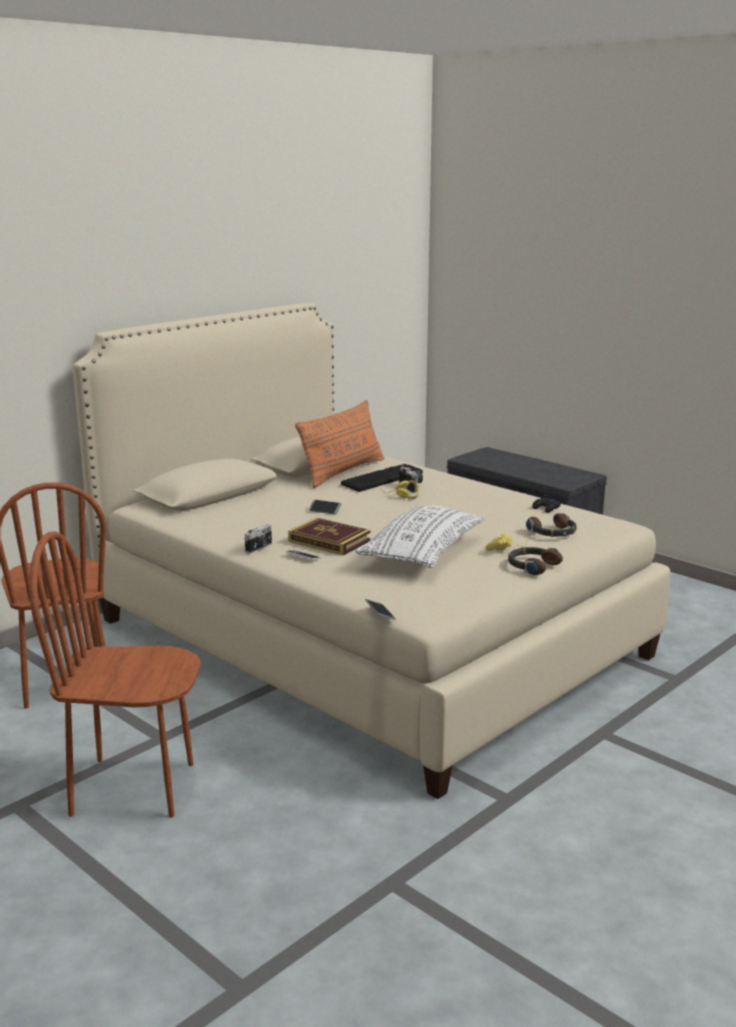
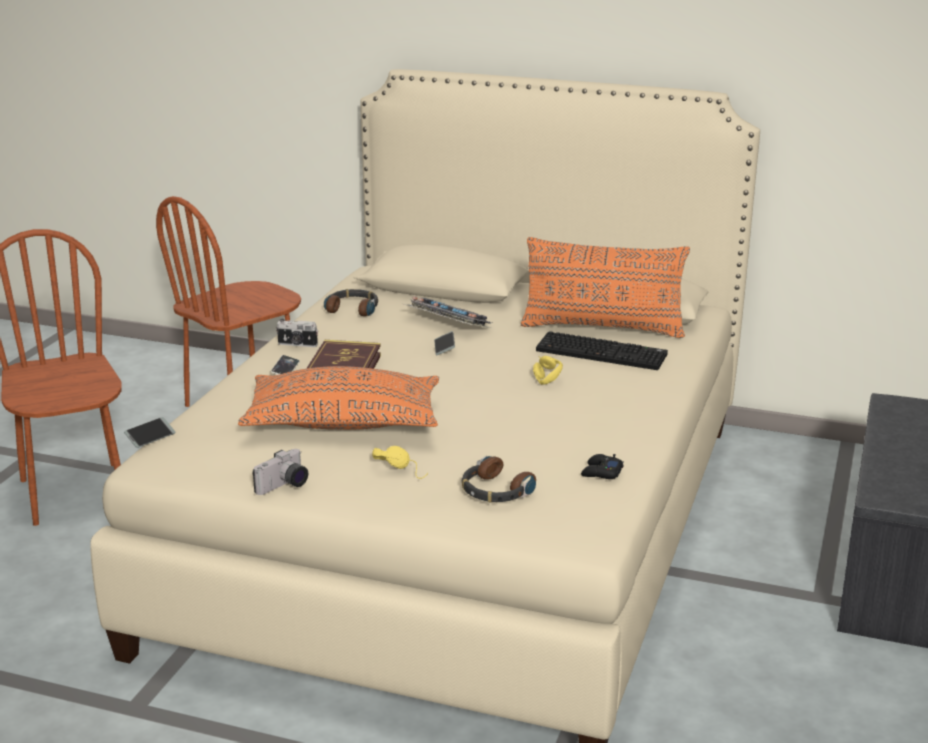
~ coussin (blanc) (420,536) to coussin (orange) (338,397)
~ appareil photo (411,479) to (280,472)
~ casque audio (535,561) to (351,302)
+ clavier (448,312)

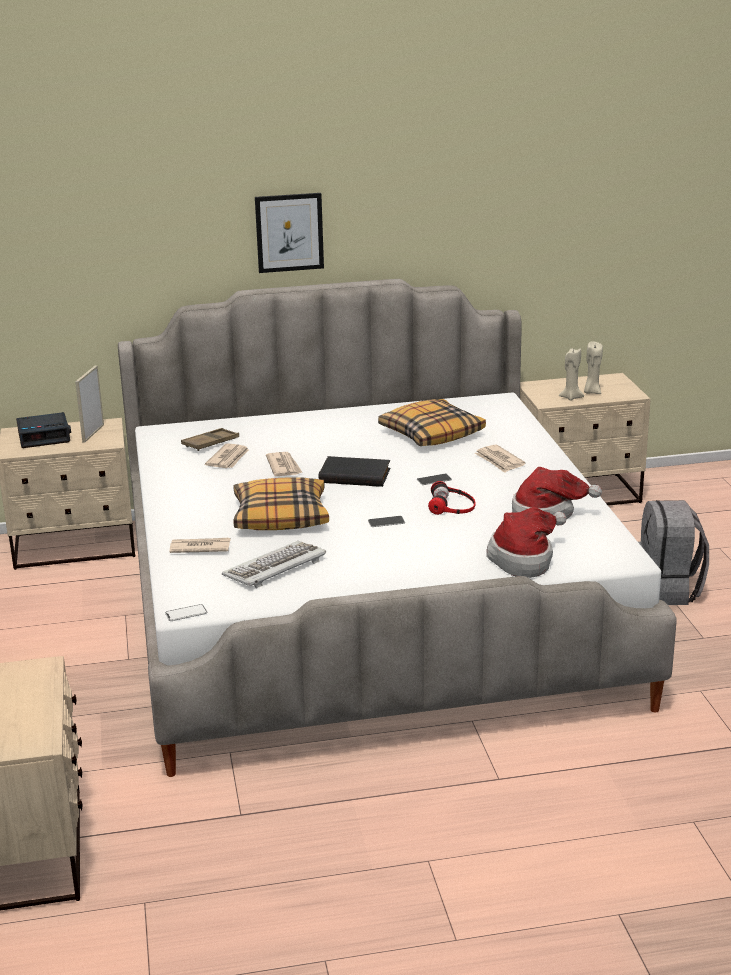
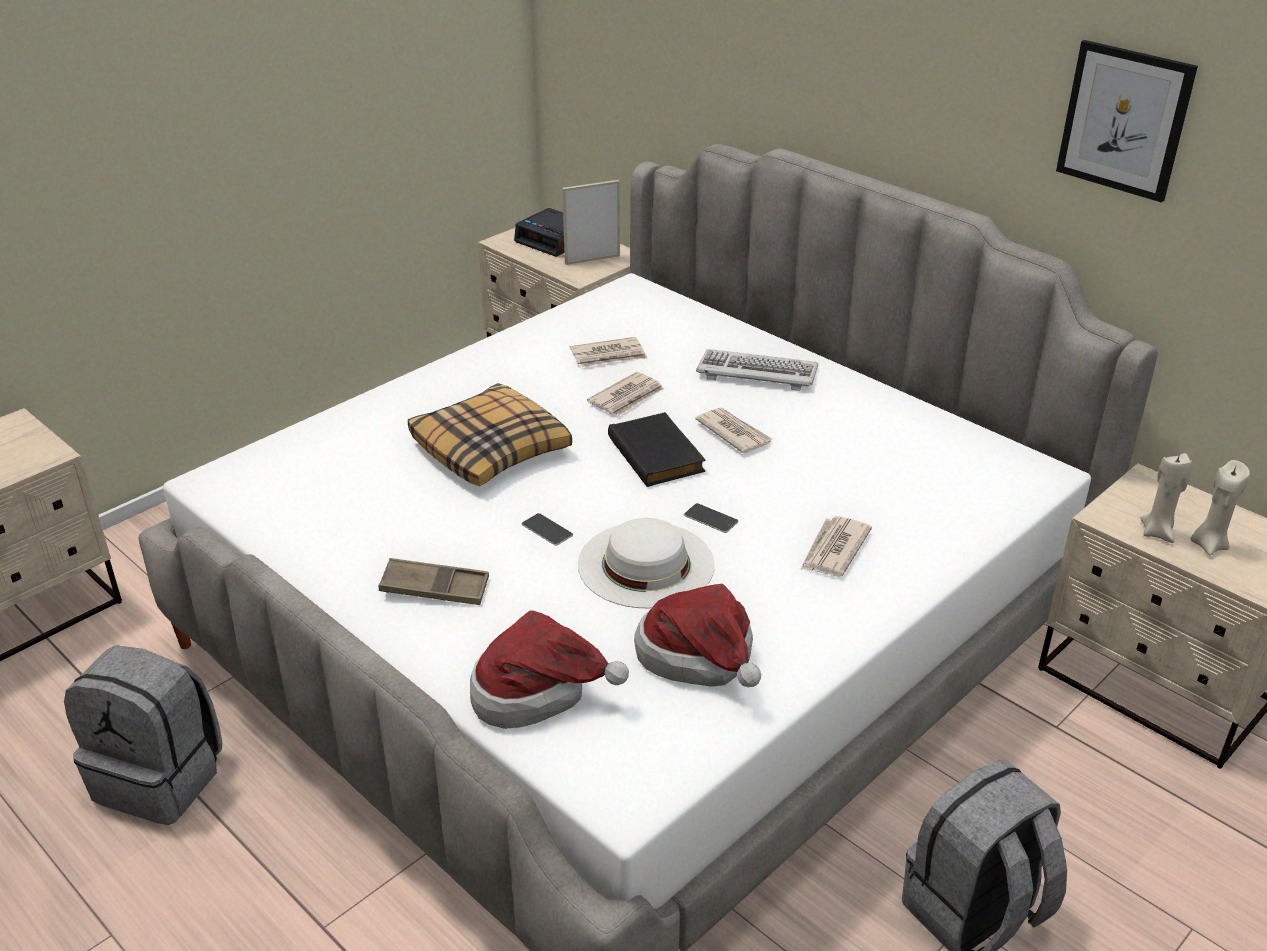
- téléphone (186,612)
~ journal (200,545) to (734,430)
~ plateau (marron) (210,439) to (434,581)
~ clavier (274,564) to (757,370)
~ tableau (289,233) to (1127,121)
- coussin (432,422)
~ casque audio (452,498) to chapeau (blanc) (646,563)
+ sac à dos (gris) (143,735)

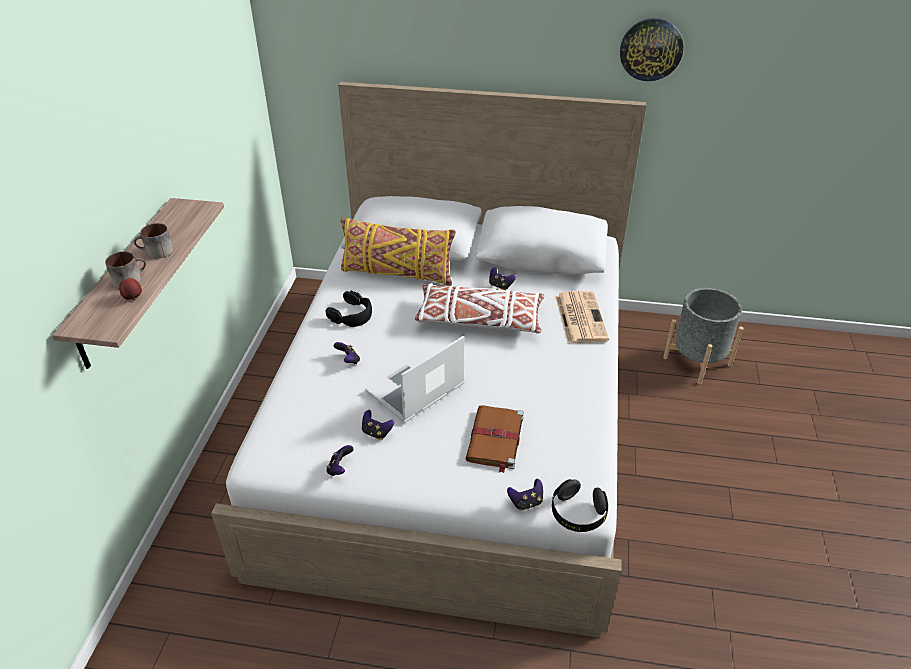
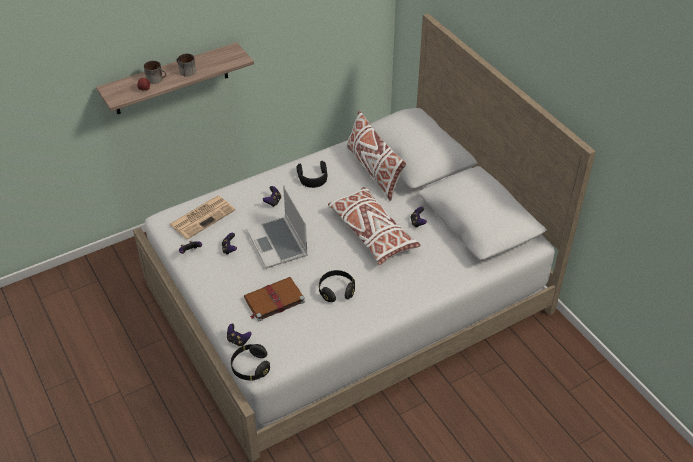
~ coussin (jaune) (398,251) to coussin (blanc) (376,155)
~ ordinateur portable (415,379) = (277,227) 120 degrees counterclockwise
~ journal (582,317) to (202,217)
- horloge murale (651,49)
- cache-pot (gris) (703,336)
+ casque audio (noir) (337,286)

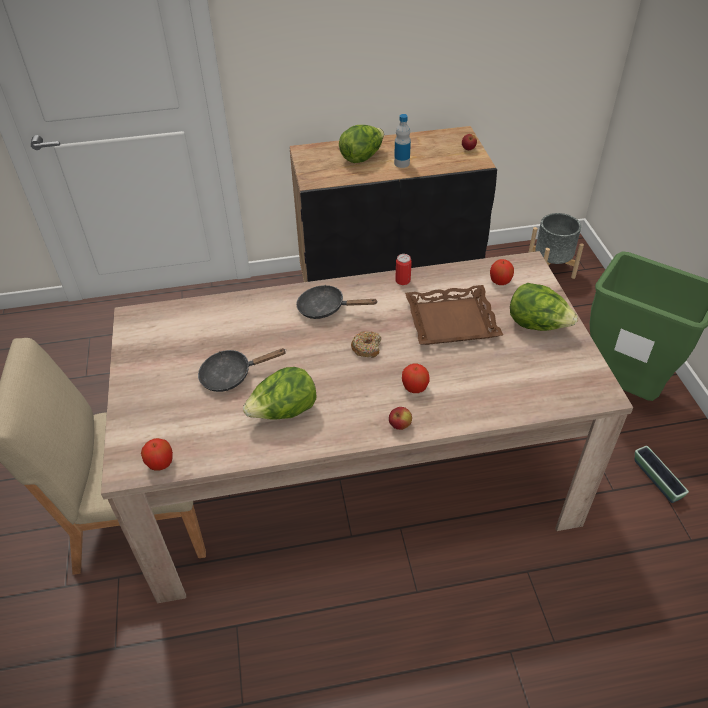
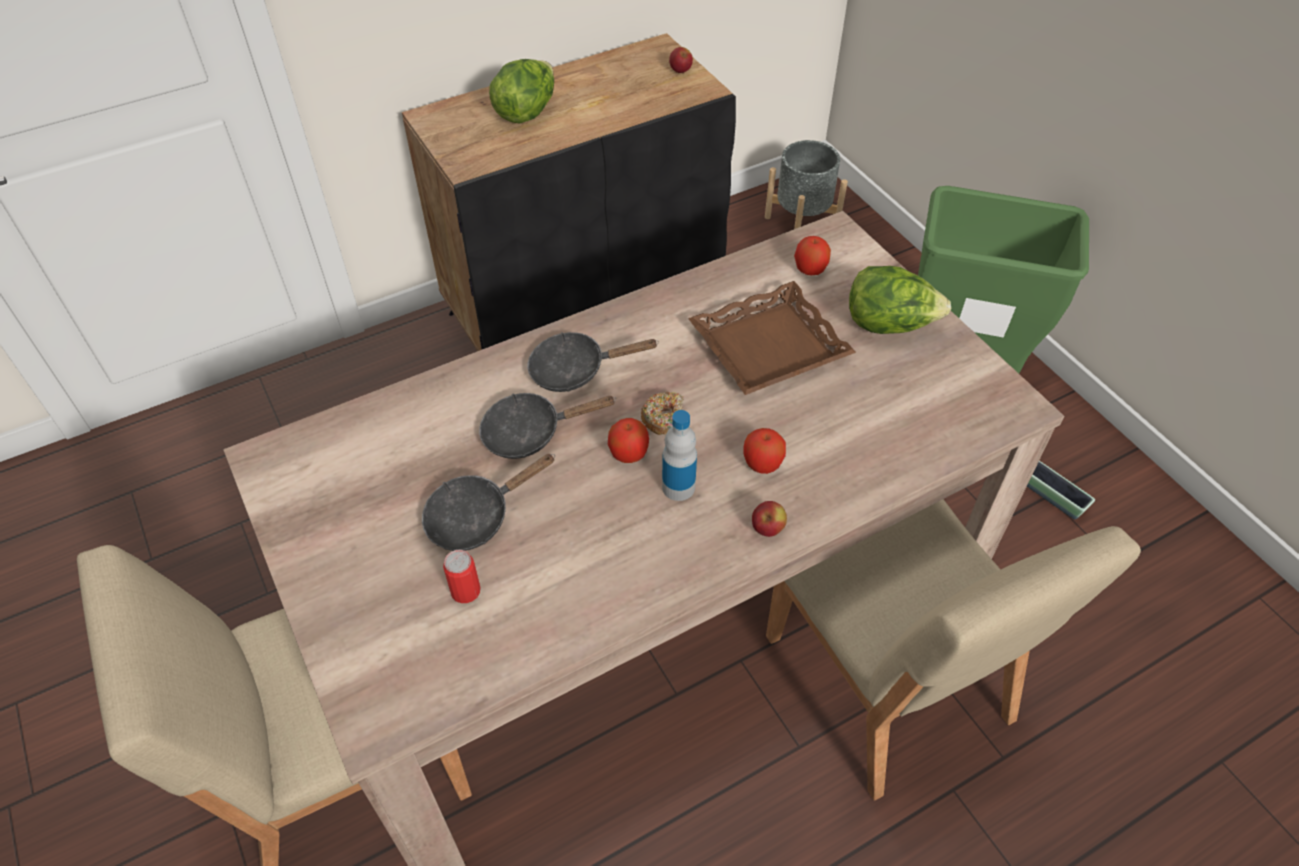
~ pomme (157,454) to (628,440)
- laitue (279,393)
~ bouteille (402,141) to (679,455)
~ boîte métallique (403,269) to (462,576)
+ poêle (noir) (547,426)
+ chaise (beige) (953,650)

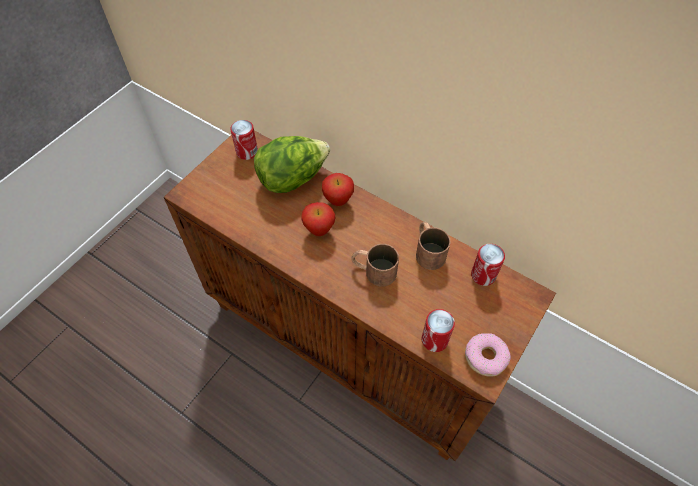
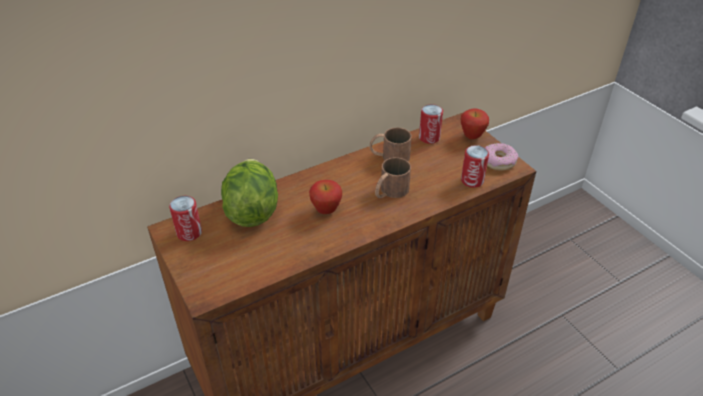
~ pomme (338,189) to (475,124)

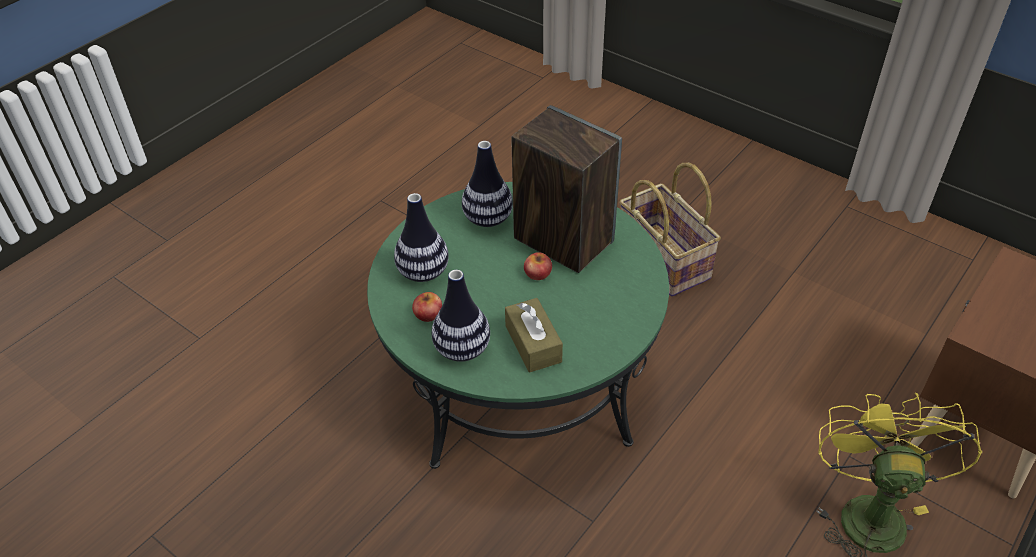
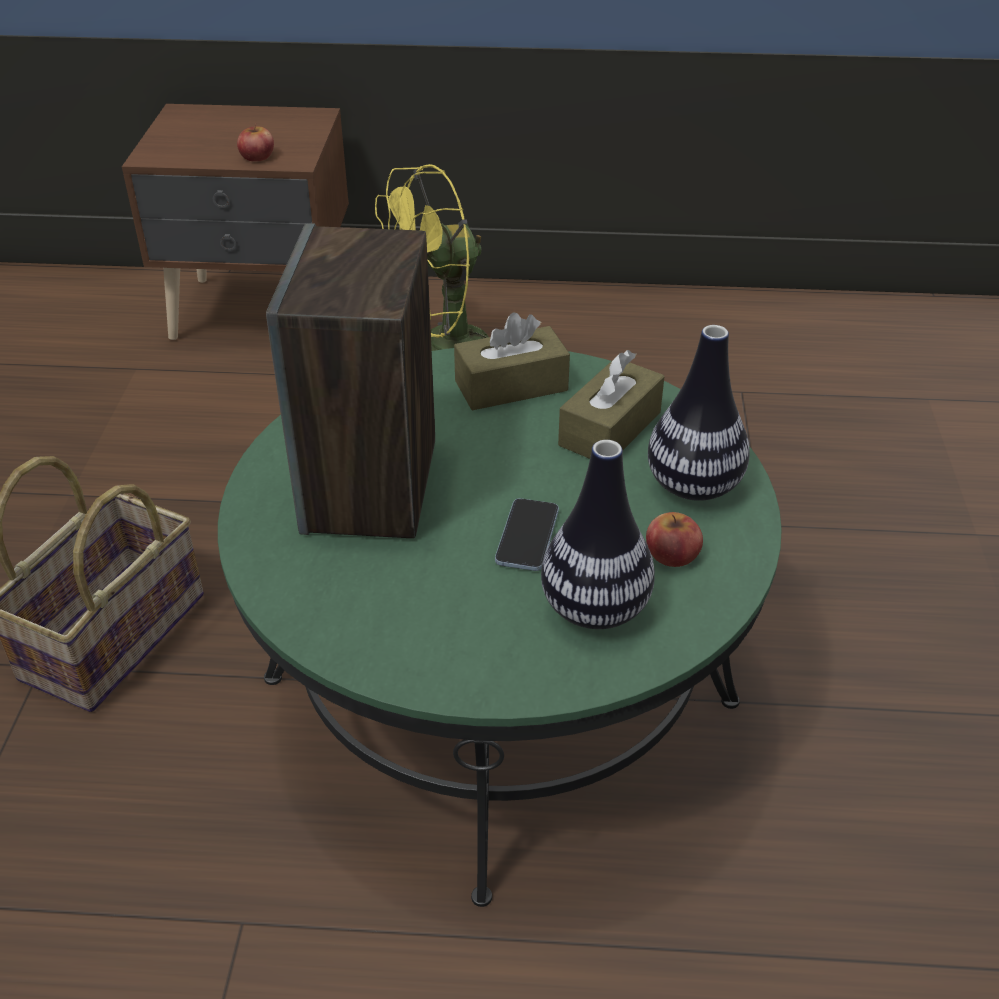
- vase (487,184)
~ pomme (538,266) to (255,143)
+ boîte à mouchoirs (marron) (512,361)
+ téléphone (527,534)

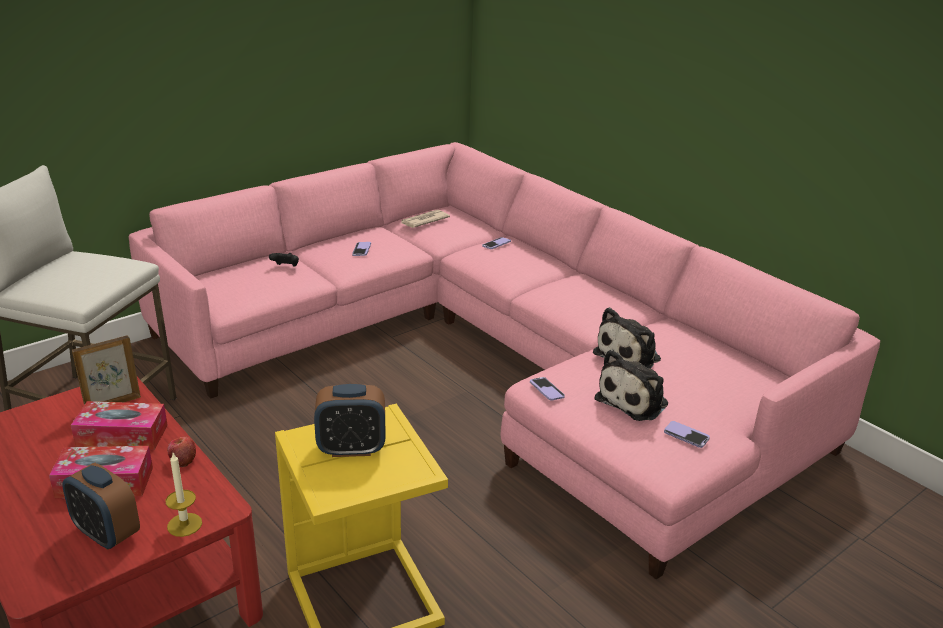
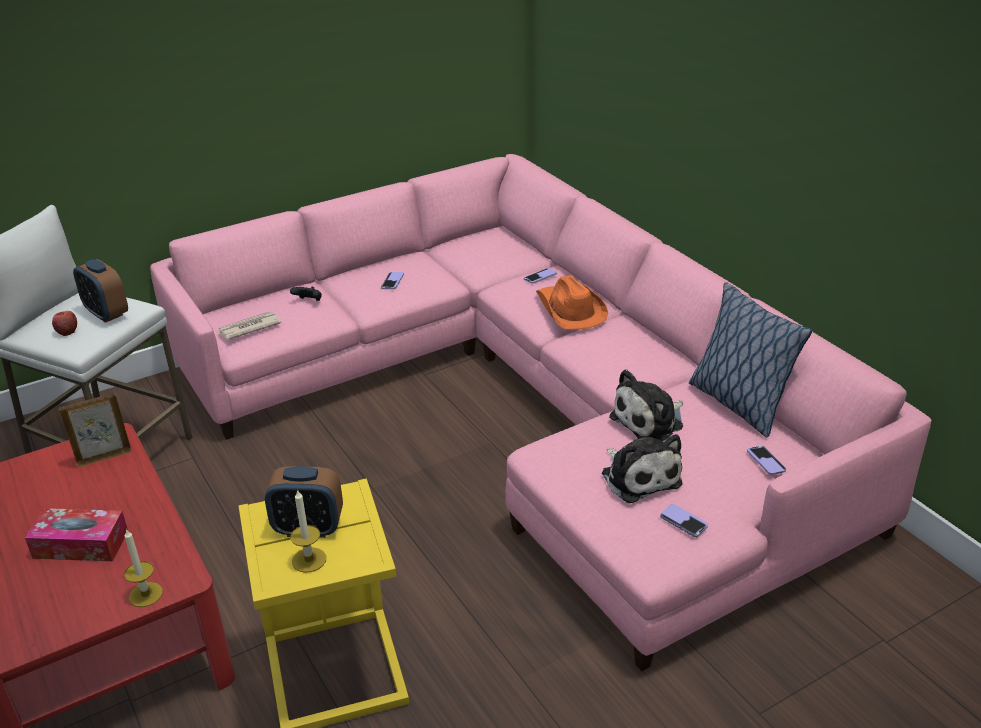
~ réveil (101,506) to (100,291)
- boîte à mouchoirs (119,425)
~ pomme (181,452) to (64,323)
~ journal (425,219) to (249,325)
~ téléphone (547,389) to (766,460)
~ peluche (631,385) = (642,468) 75 degrees counterclockwise
+ bougie (308,531)
+ chapeau (orange) (572,302)
+ coussin (750,359)

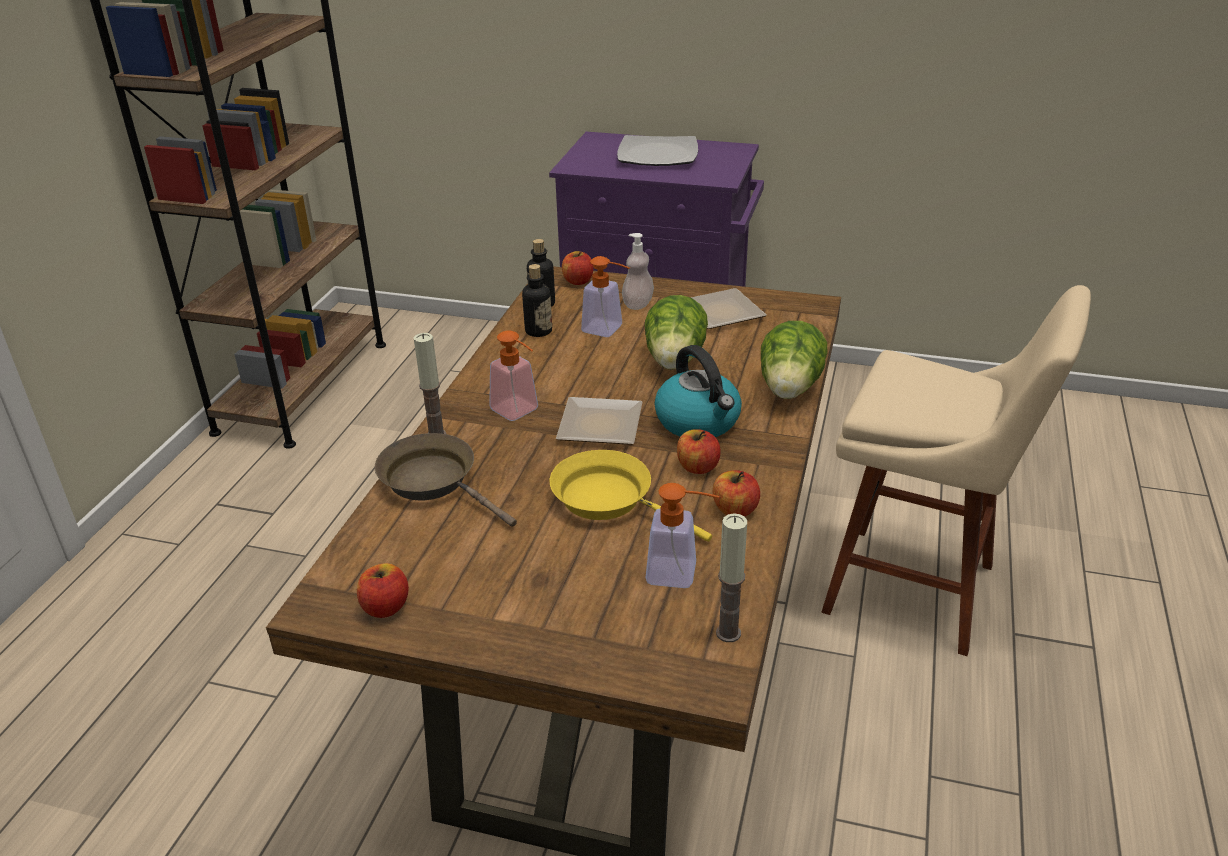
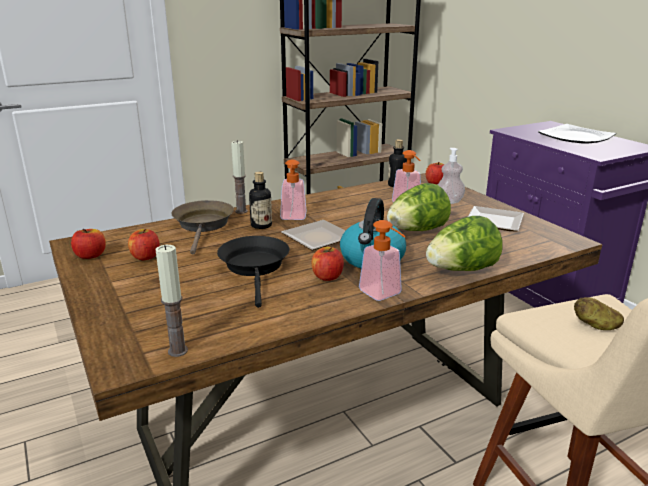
~ bouteille (537,300) to (260,200)
~ poêle (jaune) (631,496) to poêle (noir) (253,272)
~ distributeur de savon (682,535) to (382,260)
~ pomme (736,493) to (144,244)
+ pomme de terre (599,313)

